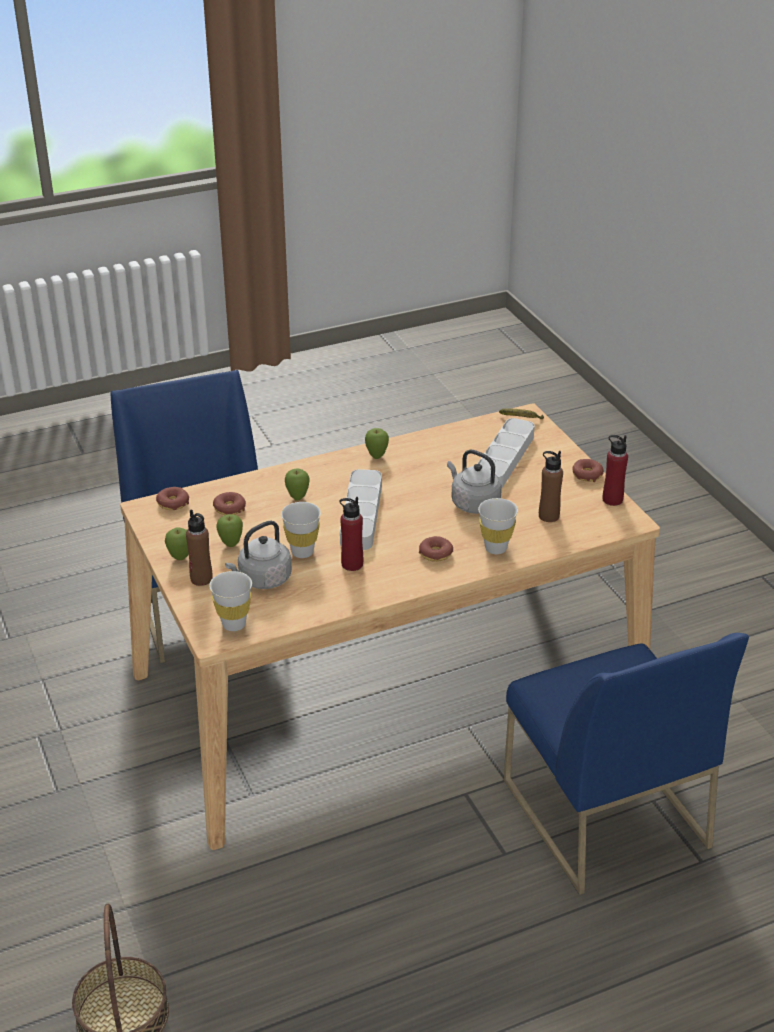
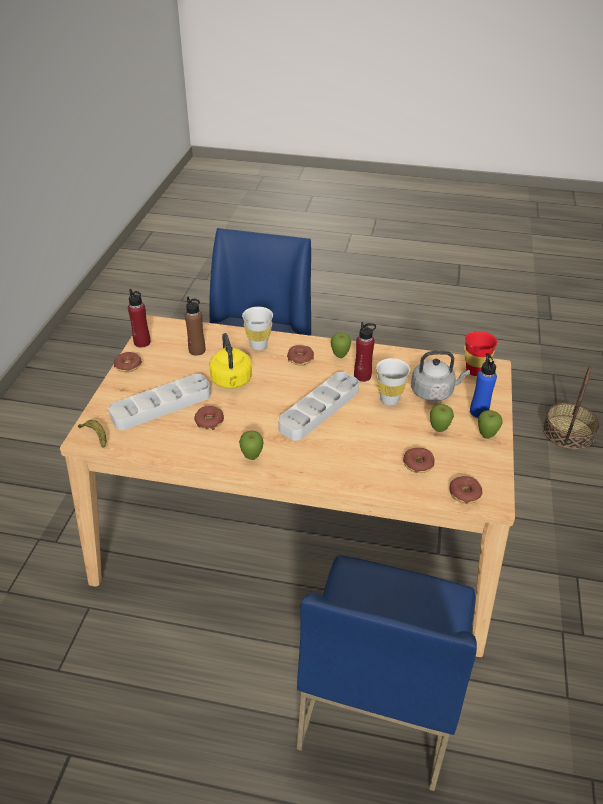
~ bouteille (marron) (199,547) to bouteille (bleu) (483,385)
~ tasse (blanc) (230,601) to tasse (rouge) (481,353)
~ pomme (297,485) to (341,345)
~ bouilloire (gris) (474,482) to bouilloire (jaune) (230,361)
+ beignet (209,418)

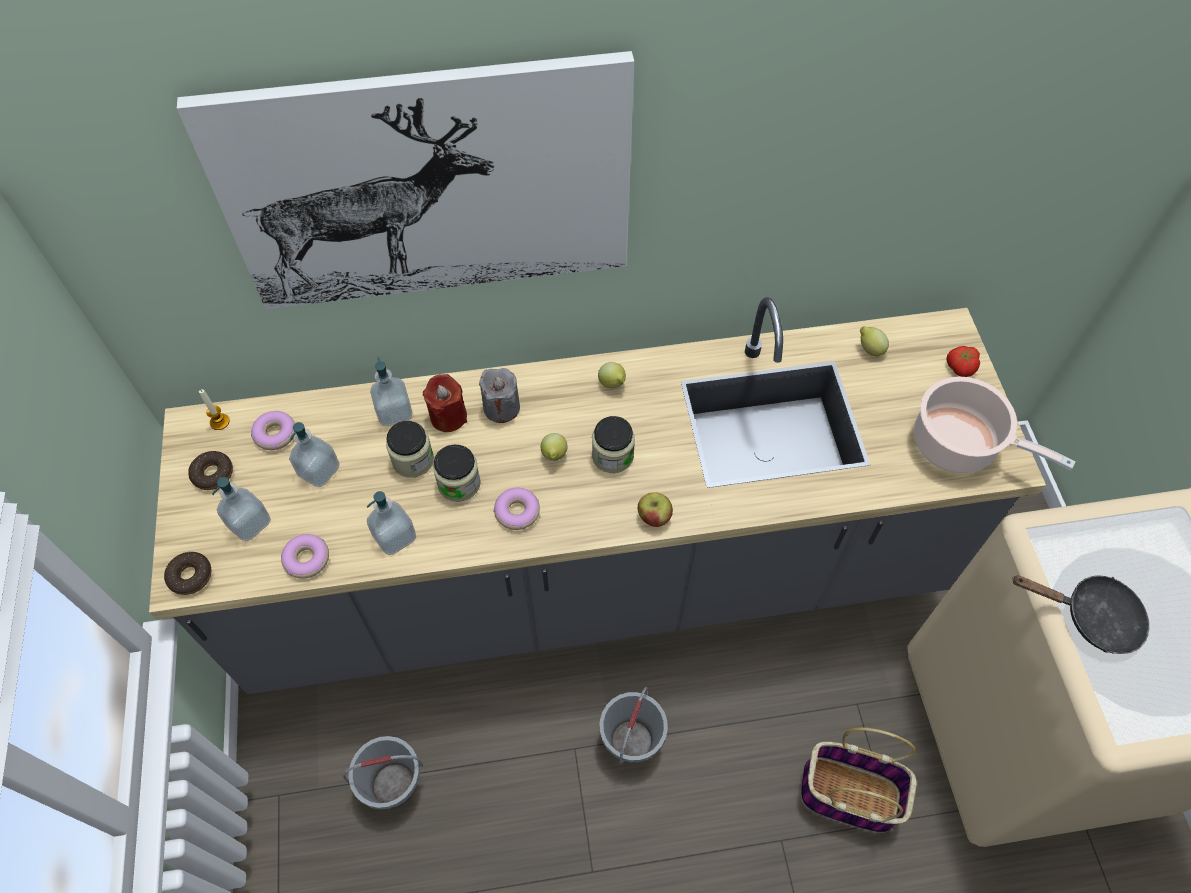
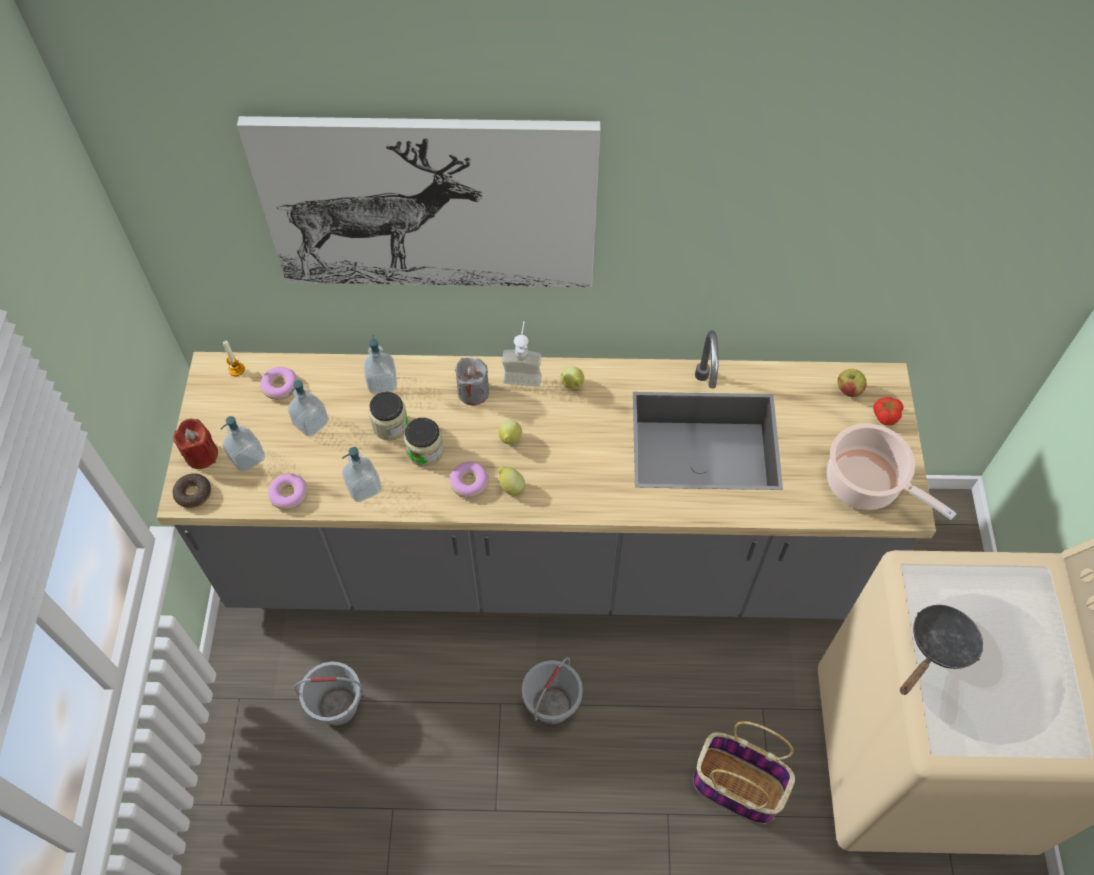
- beignet (210,470)
~ bougie (rouge) (445,403) to (195,444)
- bocal (613,444)
~ pomme (655,509) to (852,383)
~ citron (874,341) to (511,481)
~ poêle (noir) (1080,614) = (941,650) 75 degrees counterclockwise
+ distributeur de savon (522,354)

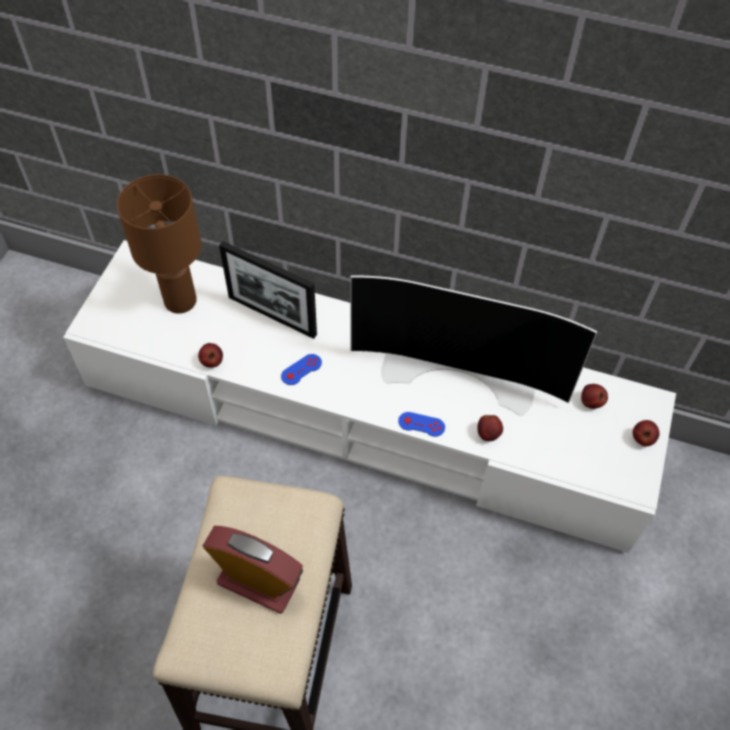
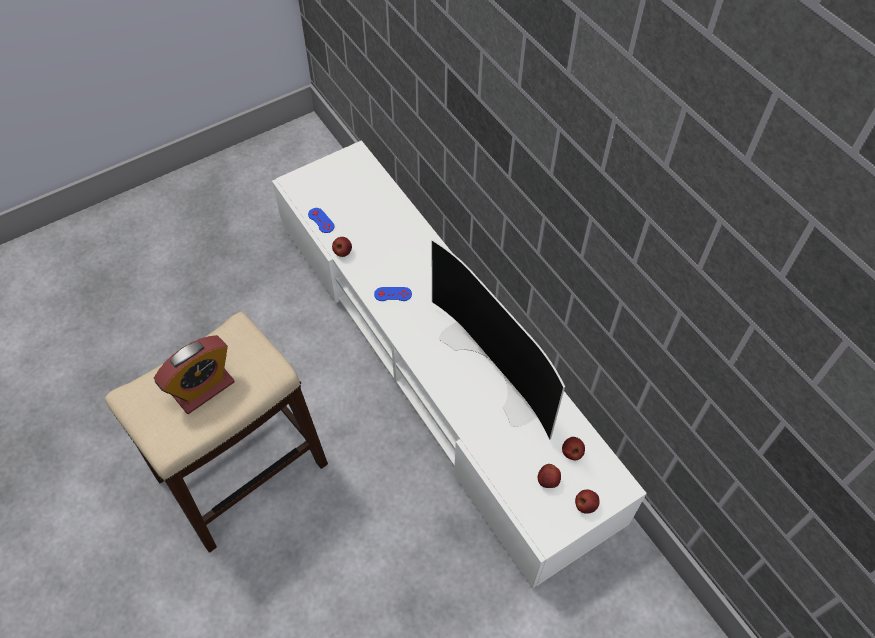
- lampe de table (marron) (159,244)
~ réveil (253,570) = (194,374) 75 degrees clockwise
- cadre photo (268,290)
~ manette (bleu) (421,424) to (321,220)
~ pomme (490,428) to (549,476)

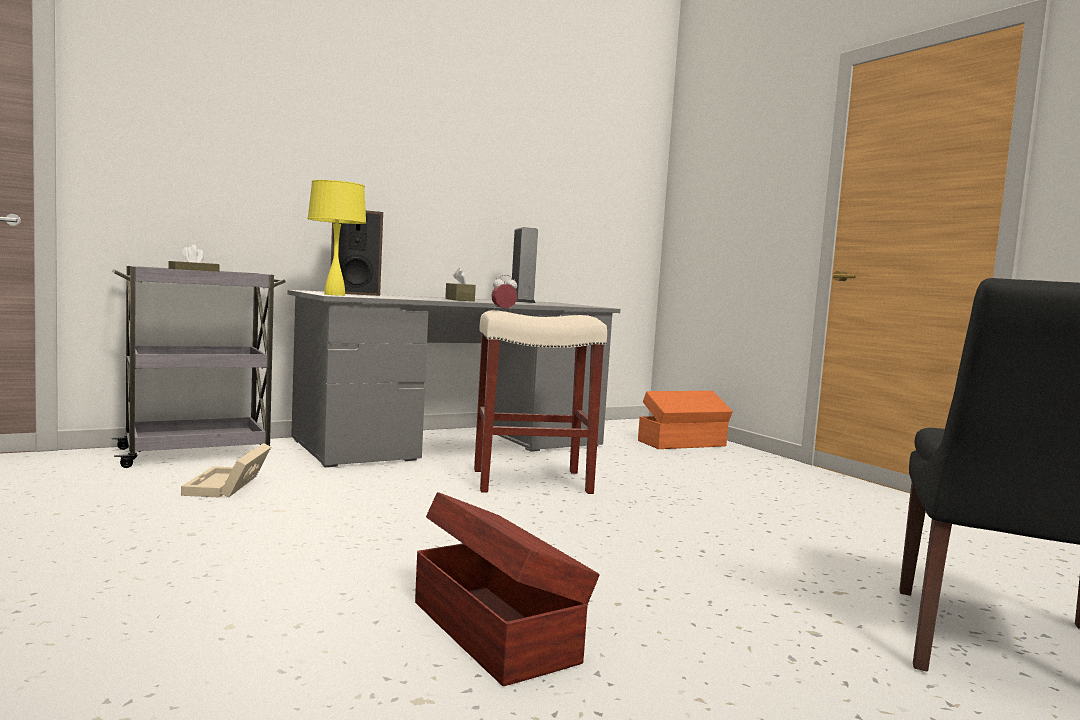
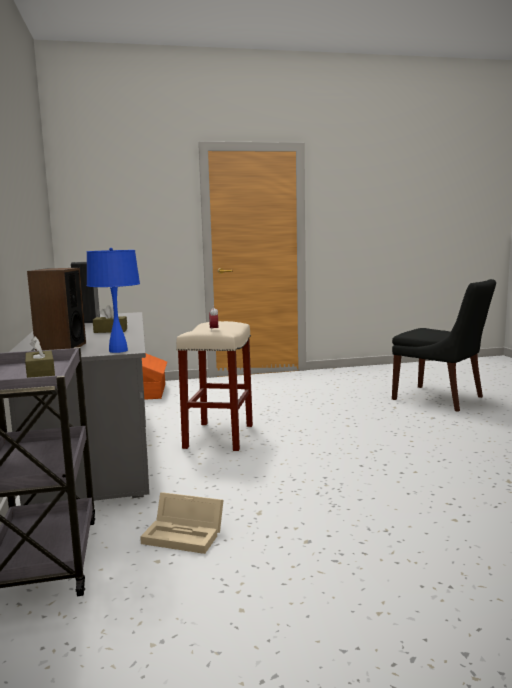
~ lampe de table (jaune) (336,238) to lampe de table (bleu) (113,300)
- boîte de rangement (marron) (507,589)

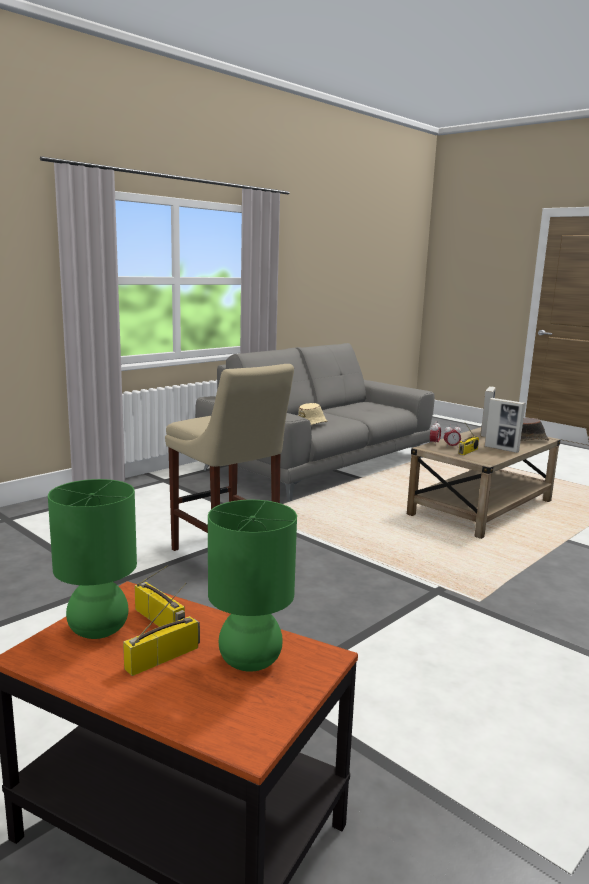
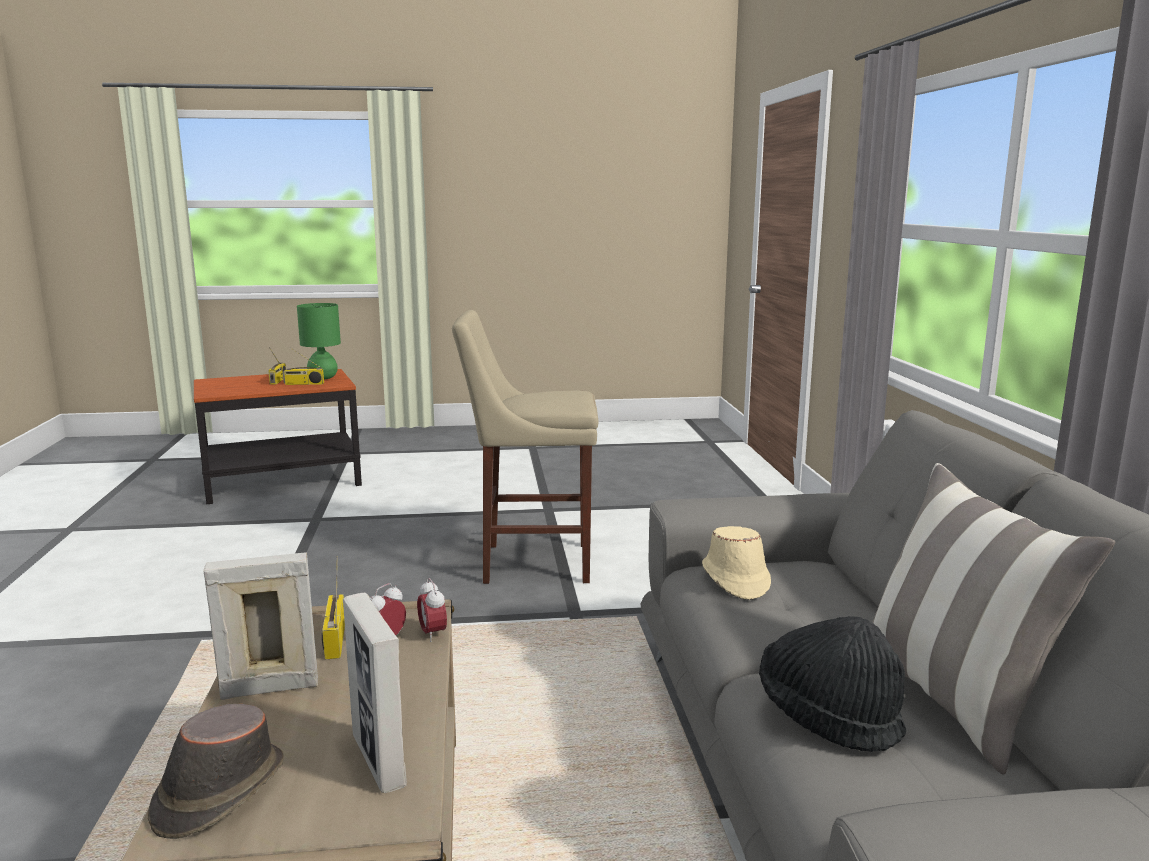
- lampe de table (vert) (252,586)
+ chapeau (noir) (832,684)
+ coussin (993,619)

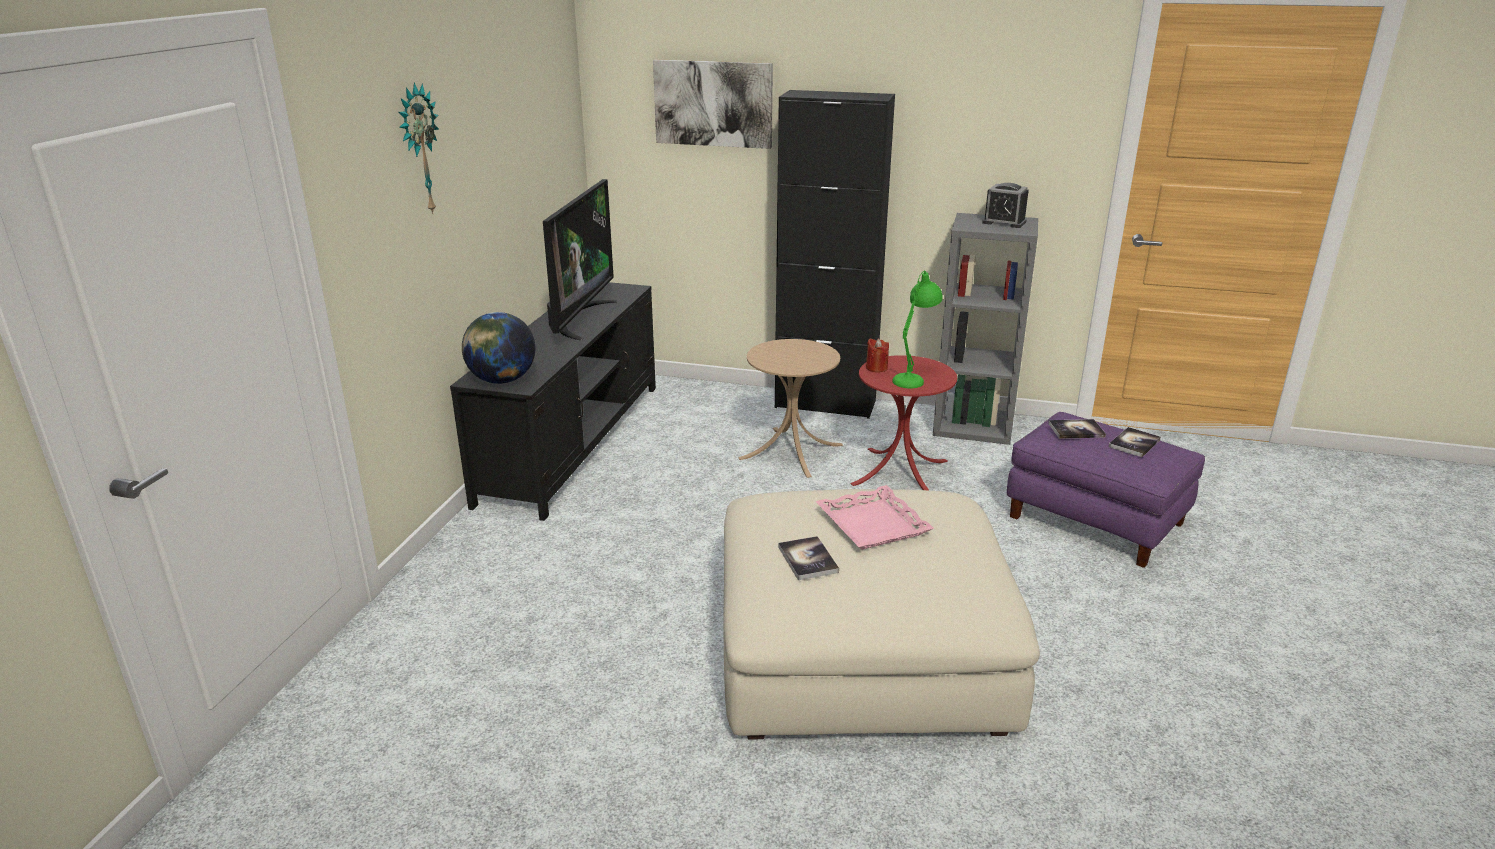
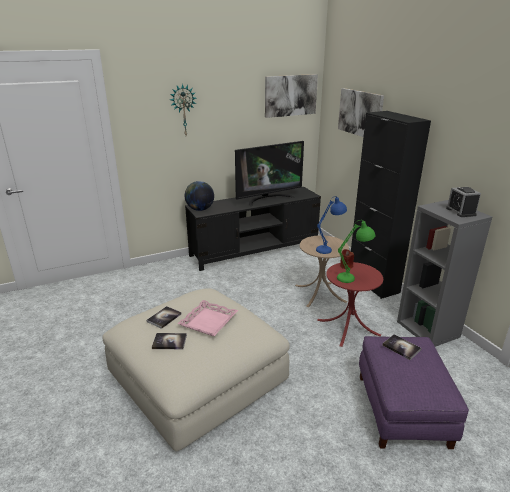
~ livre (1135,442) to (169,341)
+ tableau (291,96)
+ lampe de table (bleu) (331,225)

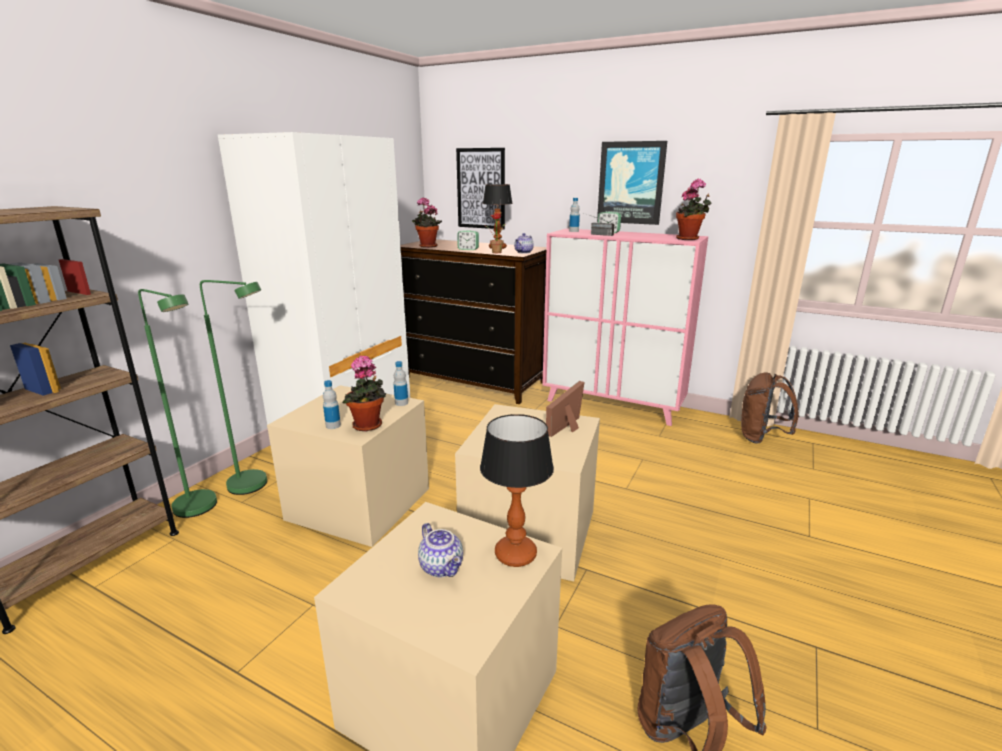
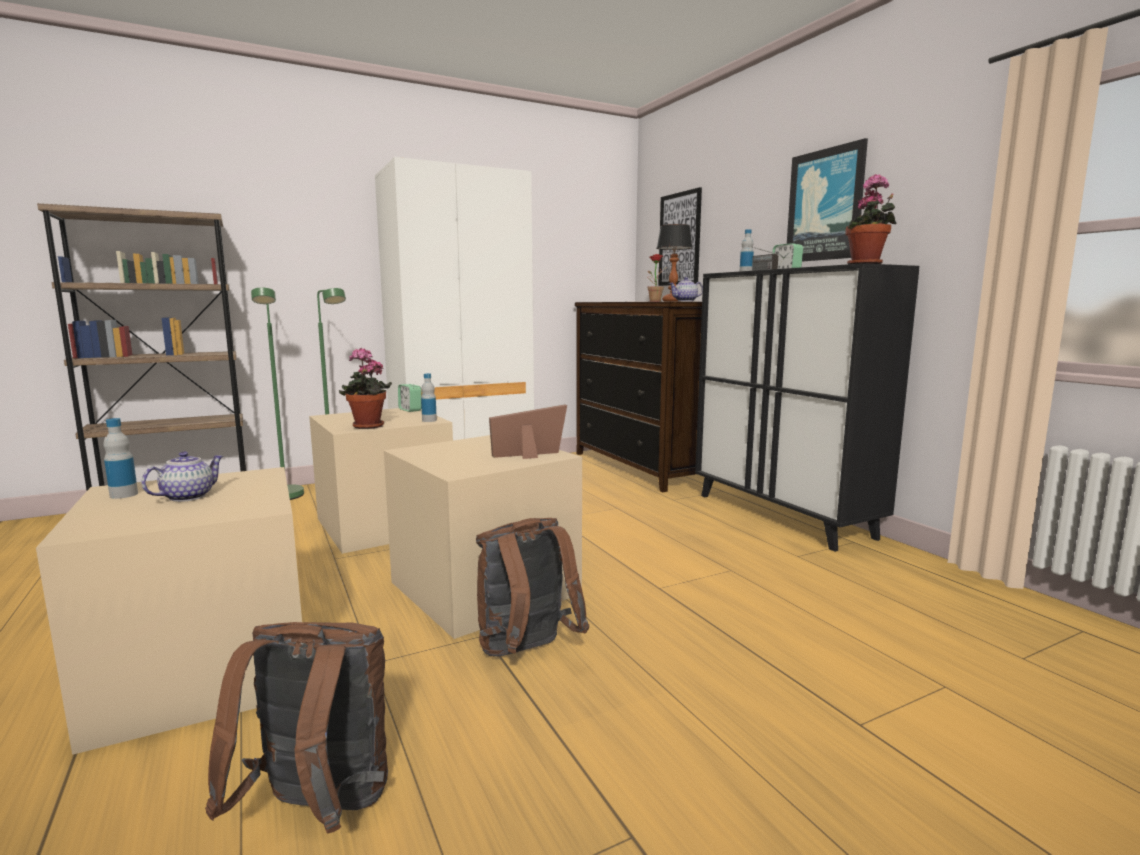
~ bouteille (332,404) to (120,458)
- plante en pot (427,222)
~ théière (440,550) = (182,476) 150 degrees counterclockwise
~ réveil (468,240) to (410,398)
- lampe de table (517,490)
~ meuble de rangement (rose) (625,327) to meuble de rangement (noir) (807,407)
~ sac à dos (marron) (770,408) to (532,587)

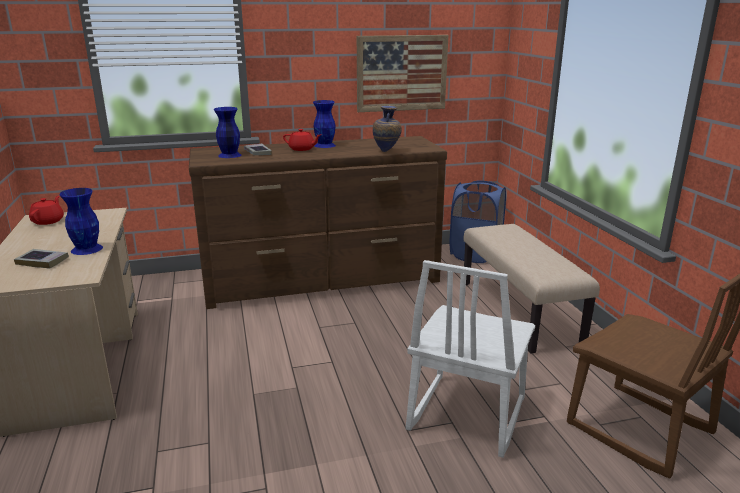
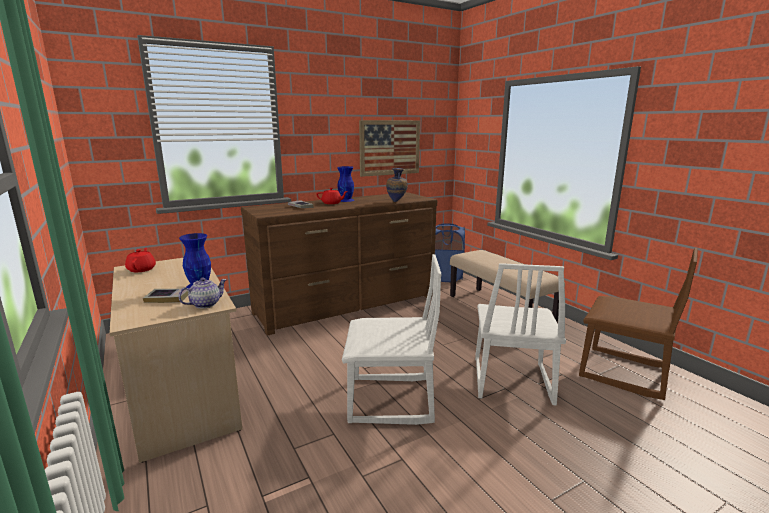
- vase (bleu) (227,132)
+ théière (203,293)
+ chaise (blanc) (391,339)

